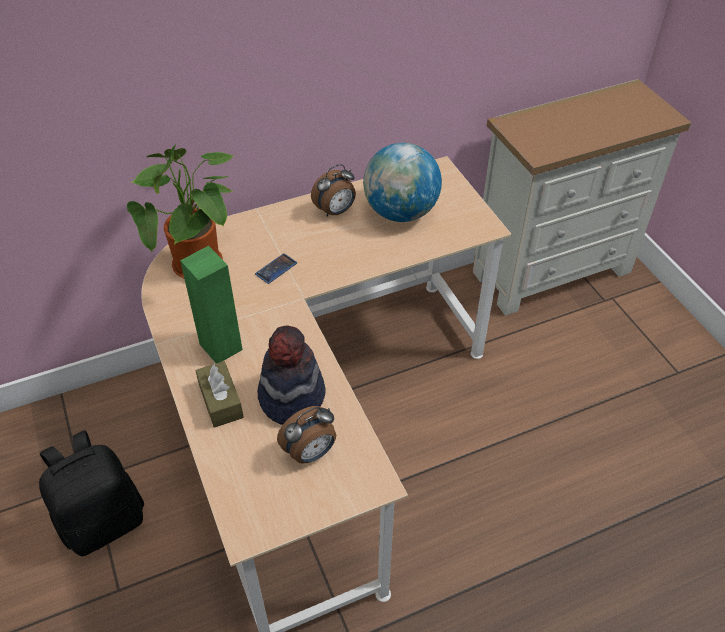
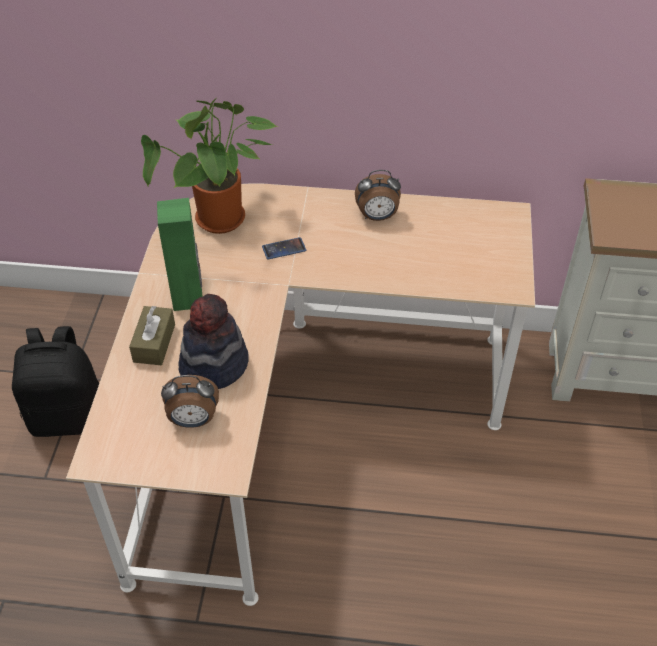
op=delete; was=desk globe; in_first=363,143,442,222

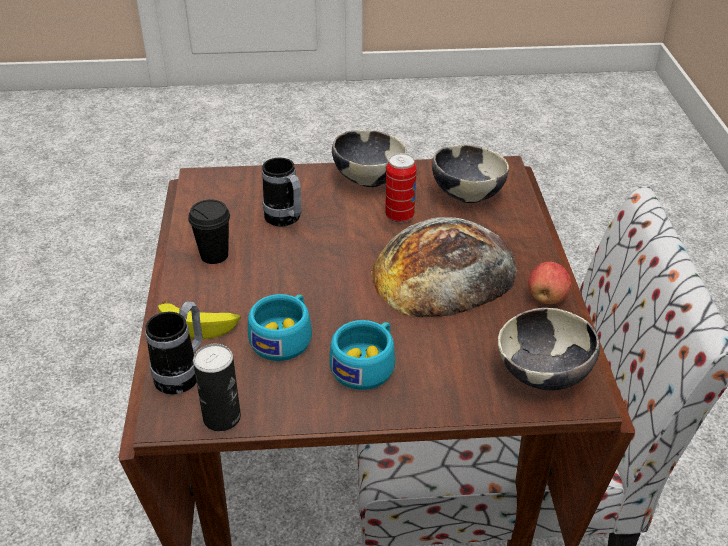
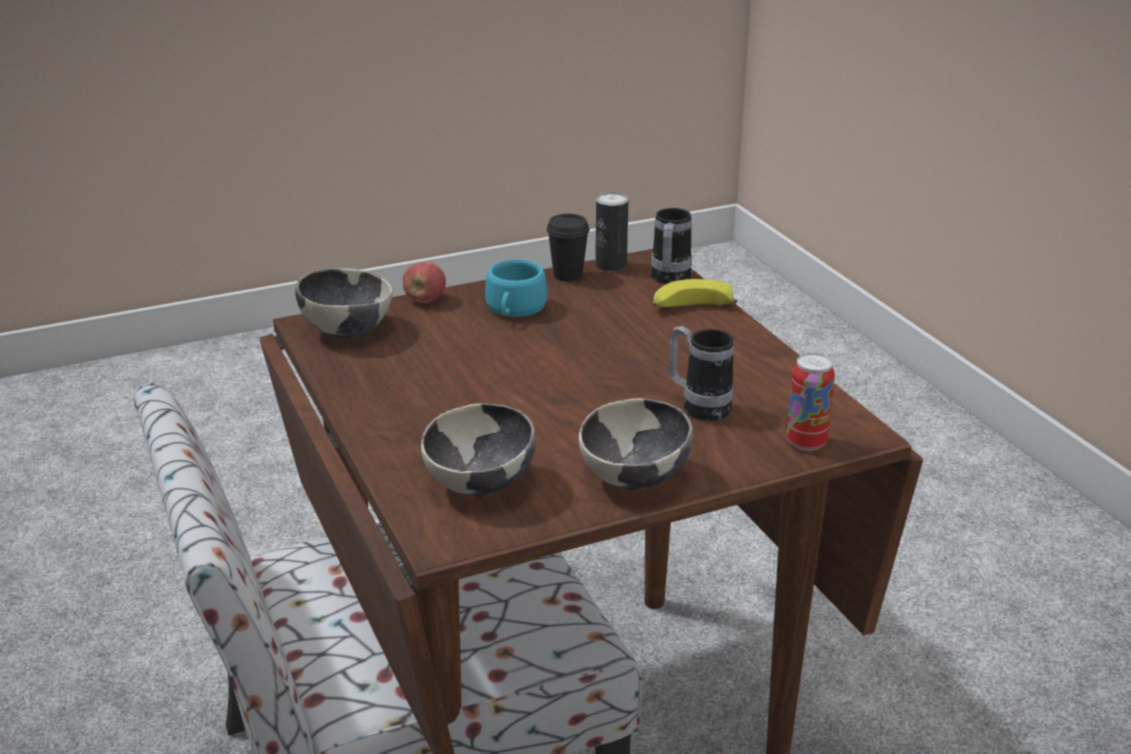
op=delete; was=cup in blue-green; in_first=248,294,312,361
op=delete; was=bread; in_first=370,217,517,317
op=move; was=cup in blackish; in_first=188,199,230,264; in_second=547,214,590,282
op=move; was=metal can; in_first=385,153,417,223; in_second=786,353,835,451
op=move; was=apple; in_first=528,262,572,304; in_second=403,262,446,303

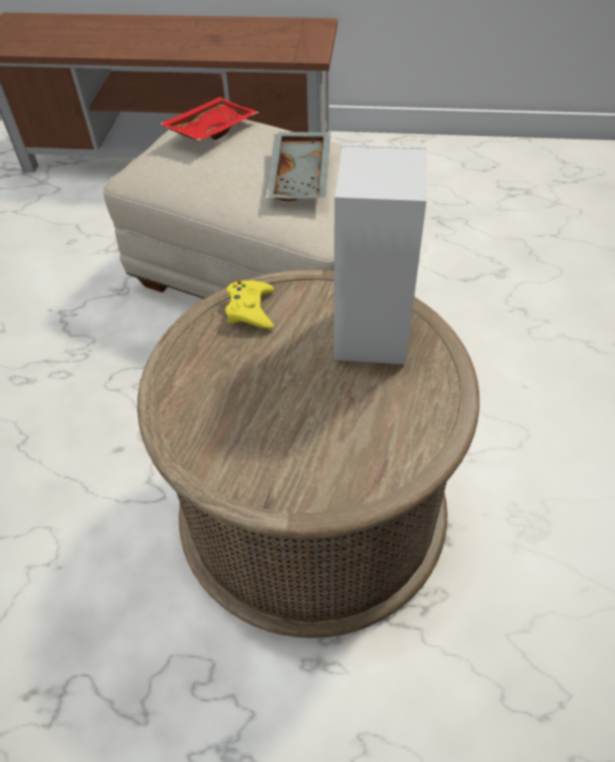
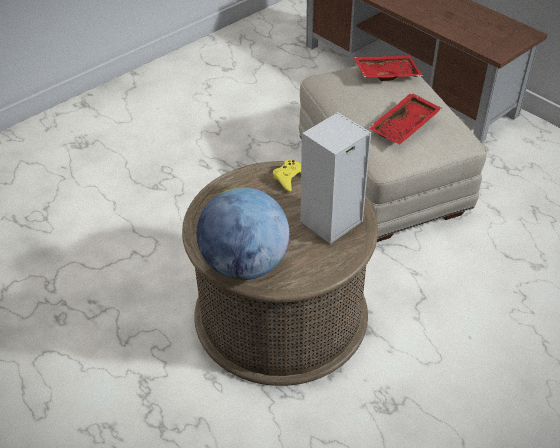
op=insert; now=desk globe; in_second=197,187,289,280
op=recolor; was=carrying tray in greyish; now=carrying tray in red-coloured; in_first=266,132,331,202; in_second=369,93,442,145

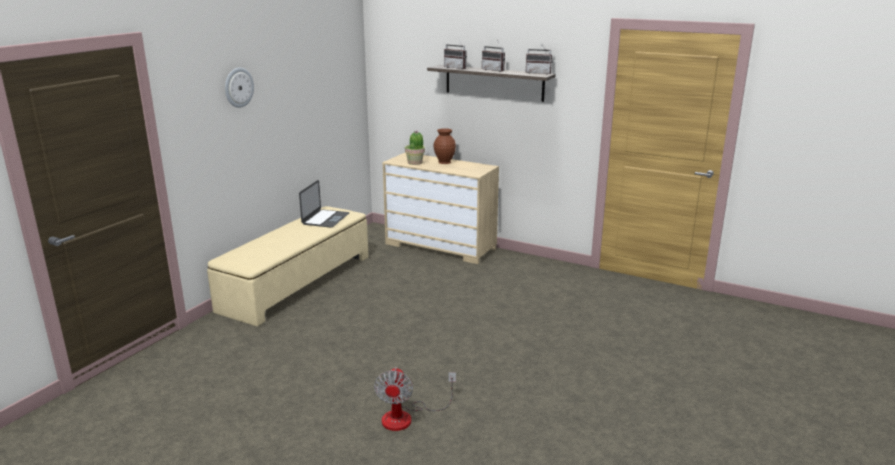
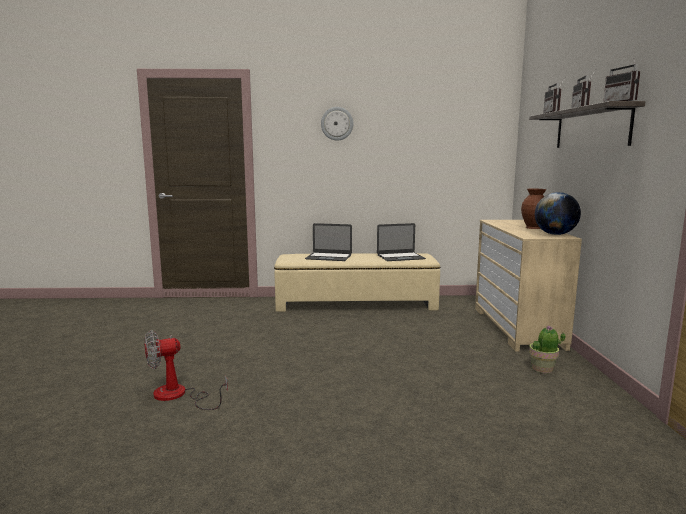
op=insert; now=laptop; in_second=305,223,352,261
op=insert; now=desk globe; in_second=535,192,581,235
op=move; was=potted plant; in_first=405,131,425,165; in_second=529,326,566,373

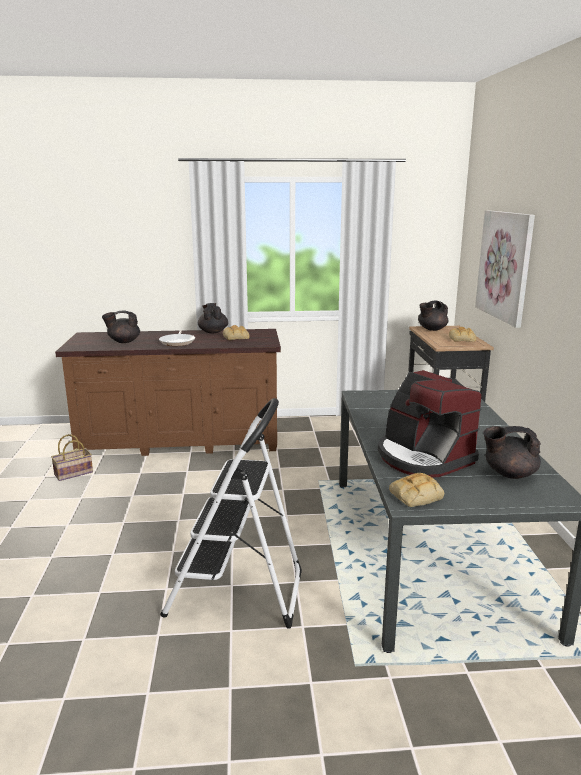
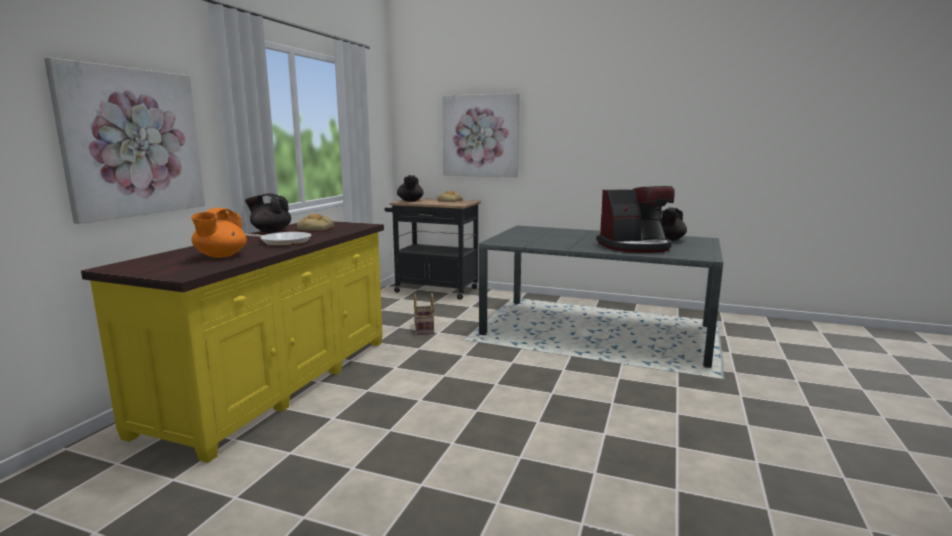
op=delete; was=step stool; in_first=160,398,302,629
op=delete; was=bread; in_first=389,473,444,507
op=insert; now=wall picture; in_second=44,57,205,224
op=move; was=household basket; in_first=51,434,93,481; in_second=414,293,434,335
op=recolor; was=cabinet in brown-coloured; now=cabinet in yellow; in_first=55,329,281,456; in_second=81,221,384,463
op=recolor; was=pot for tea in blackish; now=pot for tea in orange-coloured; in_first=102,311,140,343; in_second=191,208,247,258

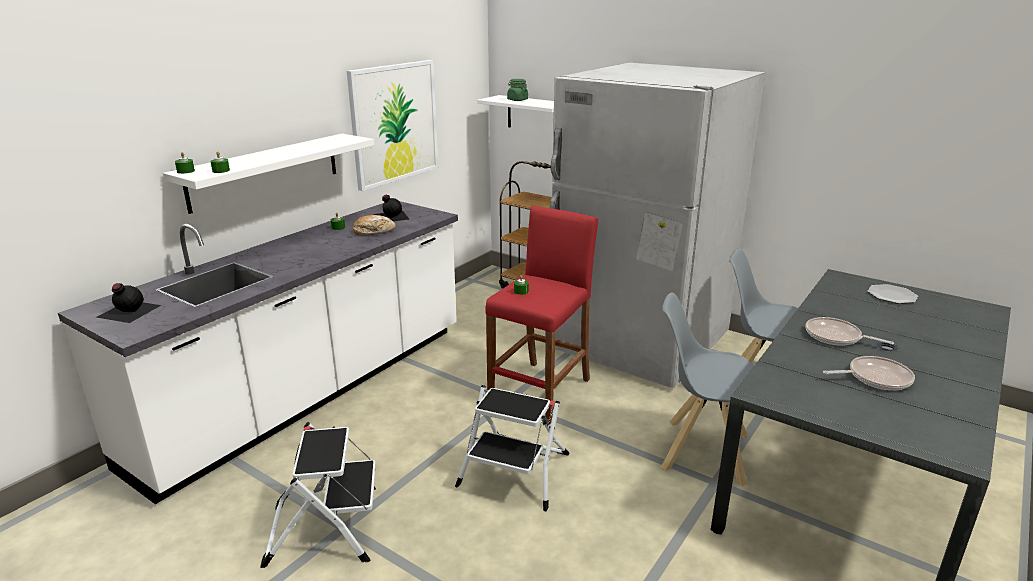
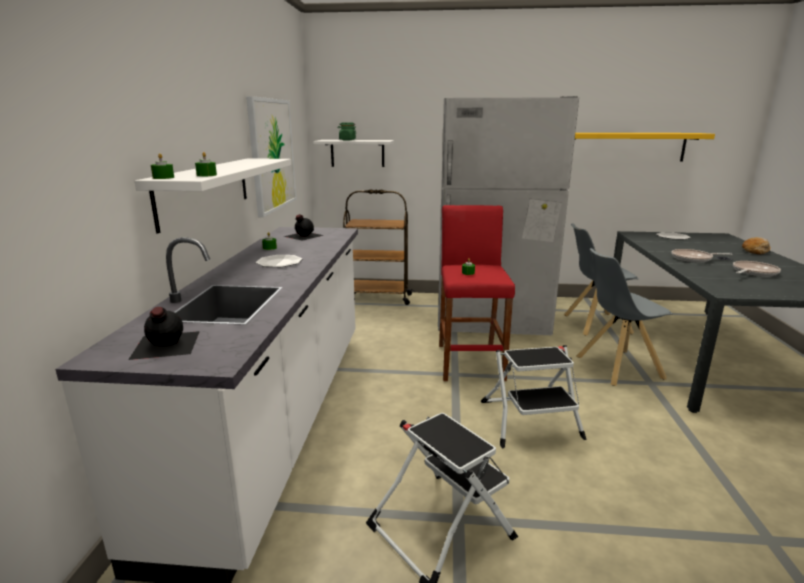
op=insert; now=flat dish; in_second=256,255,302,267
op=insert; now=bracket shelf in yellow; in_second=575,133,715,162
op=move; was=bread; in_first=353,215,396,236; in_second=742,237,771,254

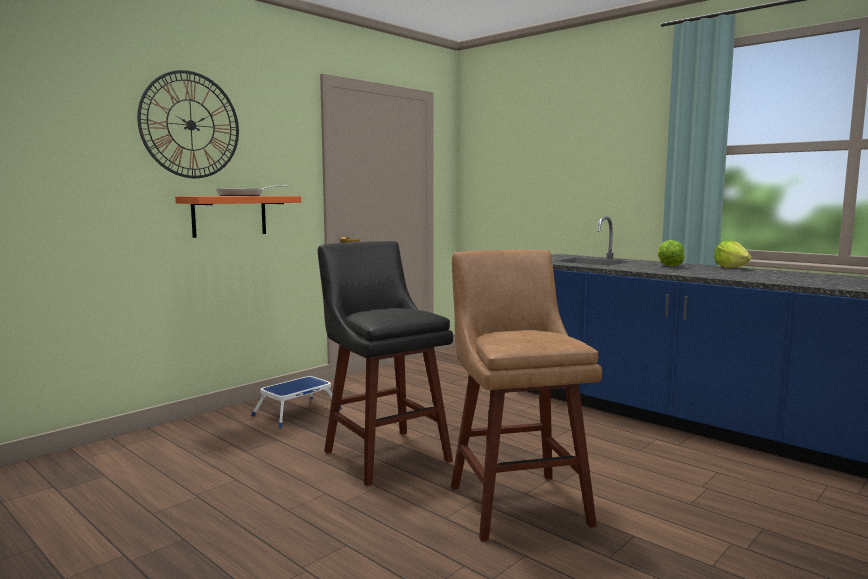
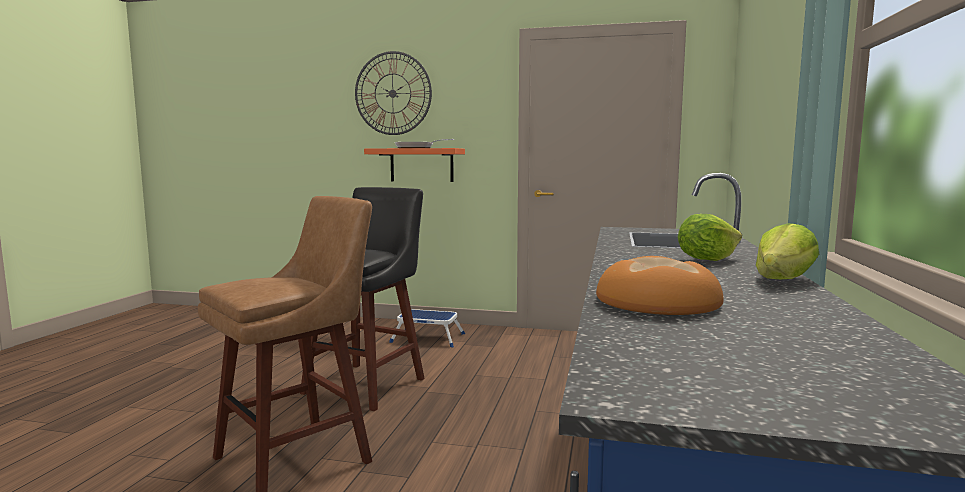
op=insert; now=bread; in_second=596,256,724,315

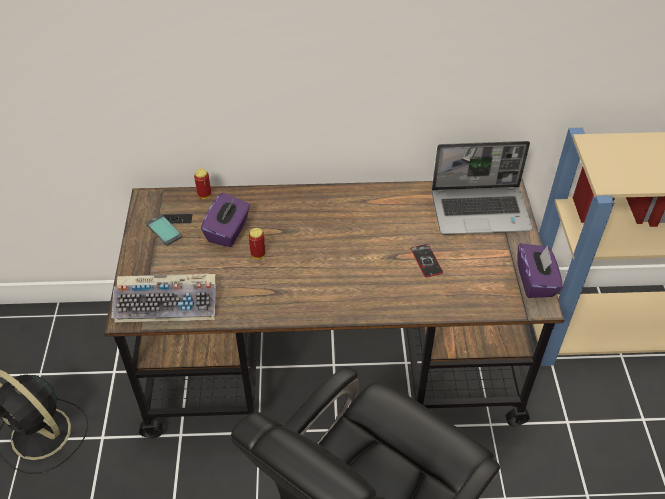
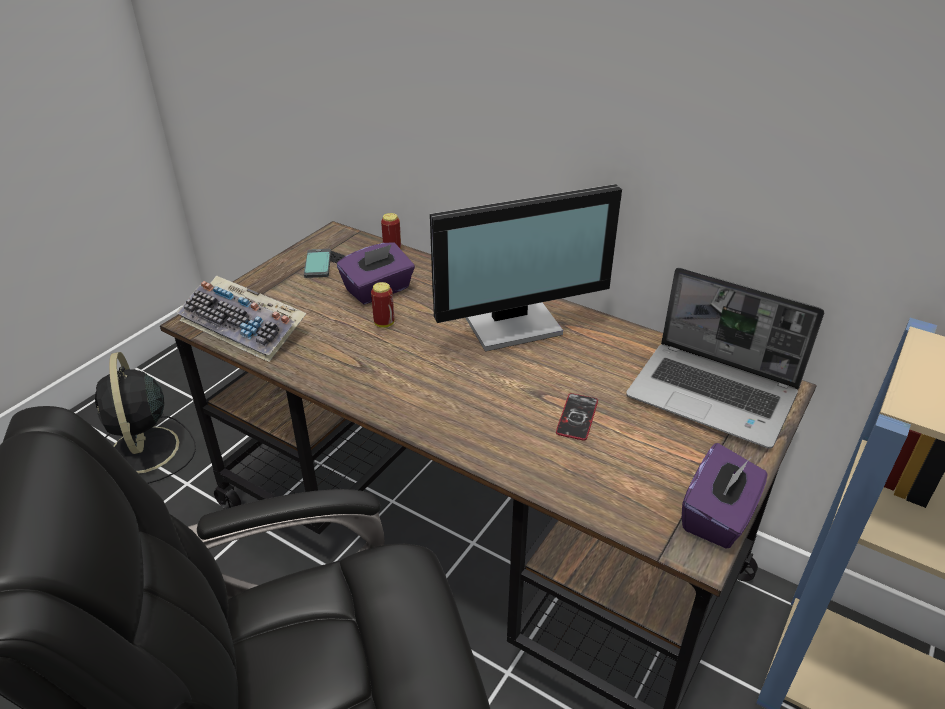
op=insert; now=computer screen; in_second=430,184,622,352

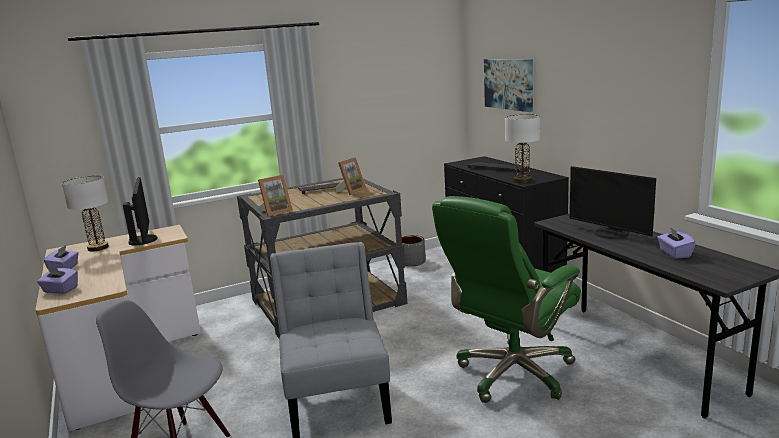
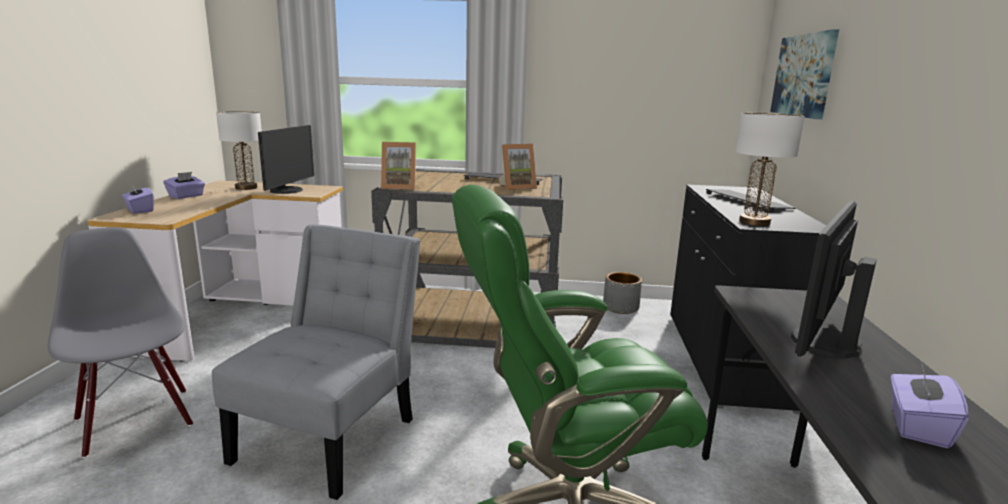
op=rotate; was=computer screen; in_first=570,166,656,239; in_second=791,201,877,359; clockwise=45

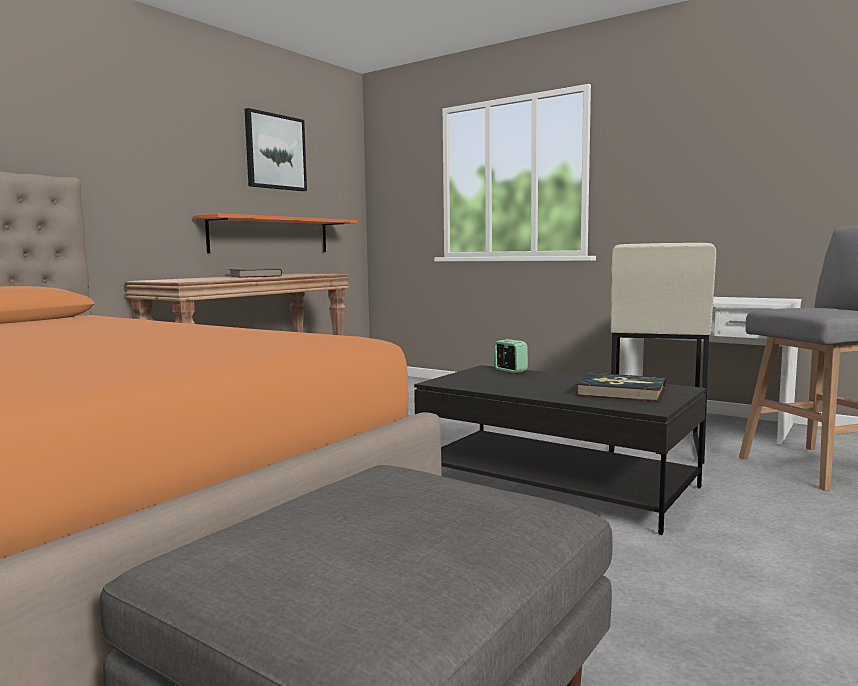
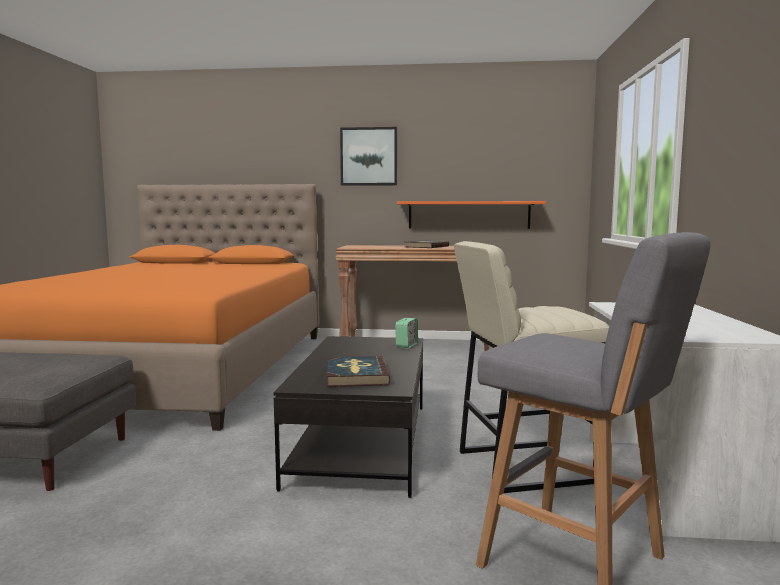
op=move; was=wall picture; in_first=245,108,307,191; in_second=340,127,397,186

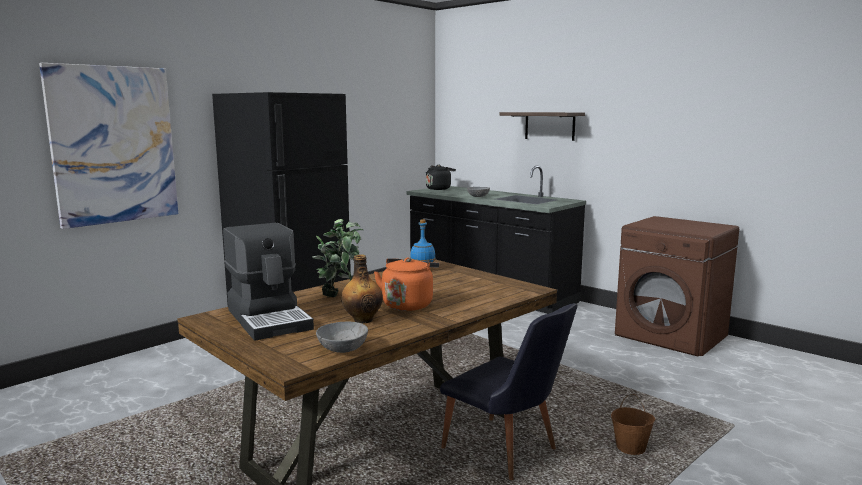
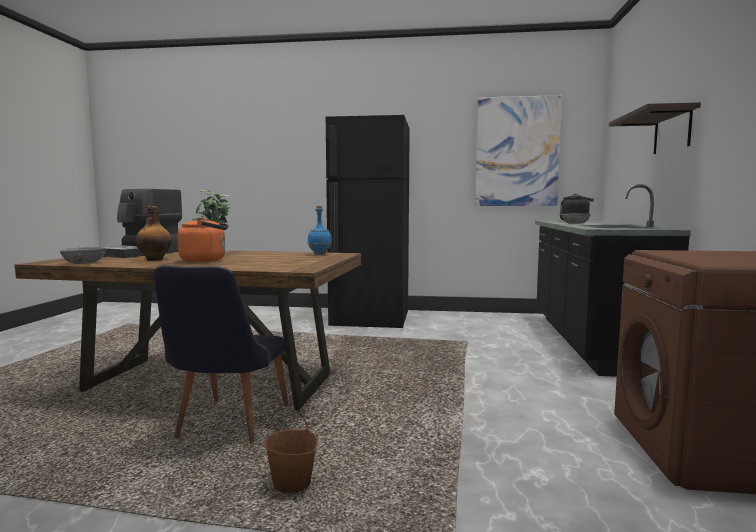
op=move; was=wall picture; in_first=39,63,178,229; in_second=475,95,562,206

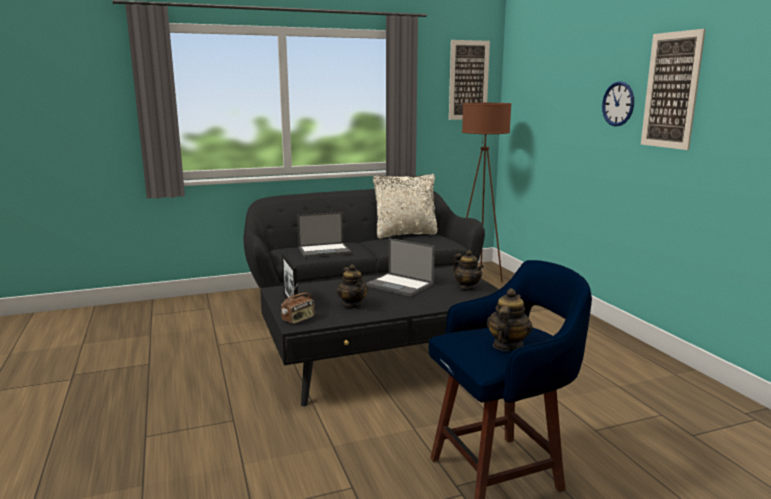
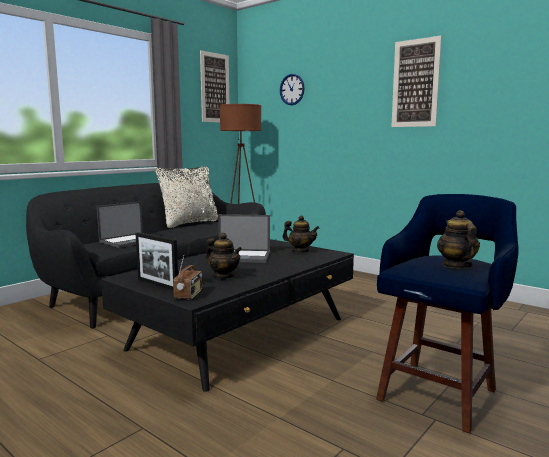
op=move; was=wall clock; in_first=602,81,634,126; in_second=280,74,305,105

